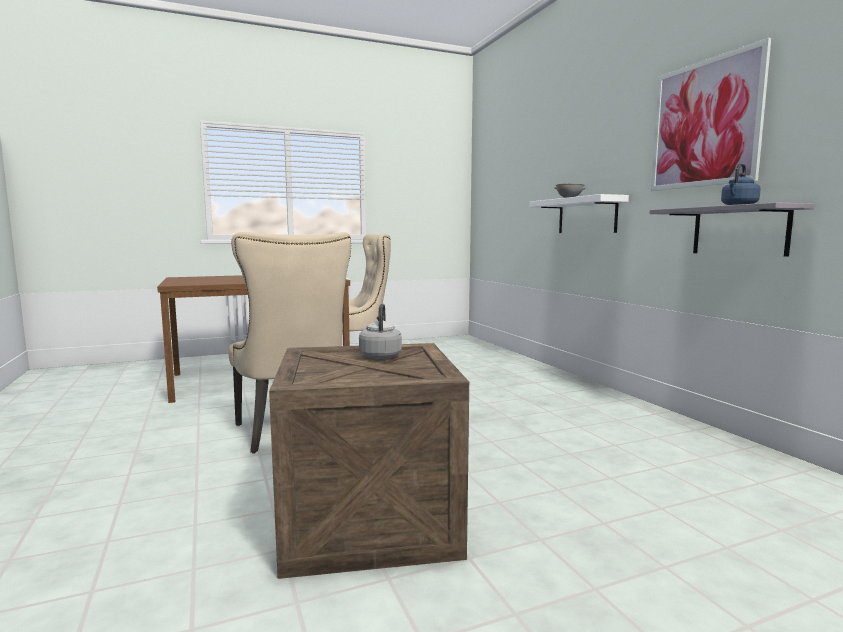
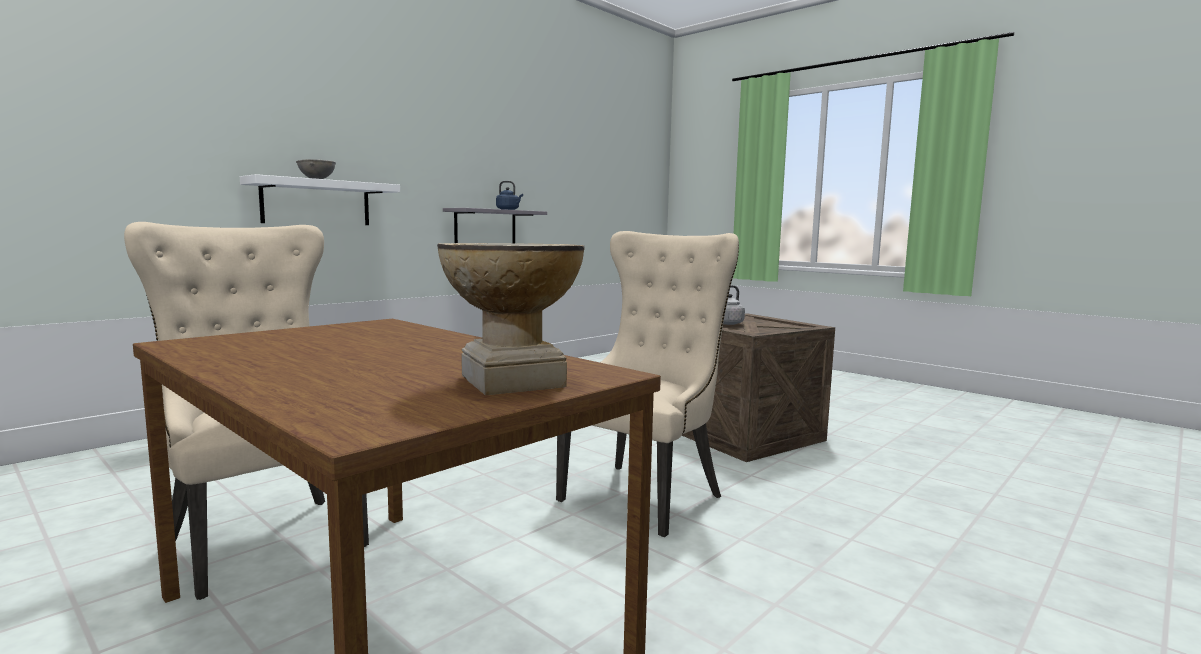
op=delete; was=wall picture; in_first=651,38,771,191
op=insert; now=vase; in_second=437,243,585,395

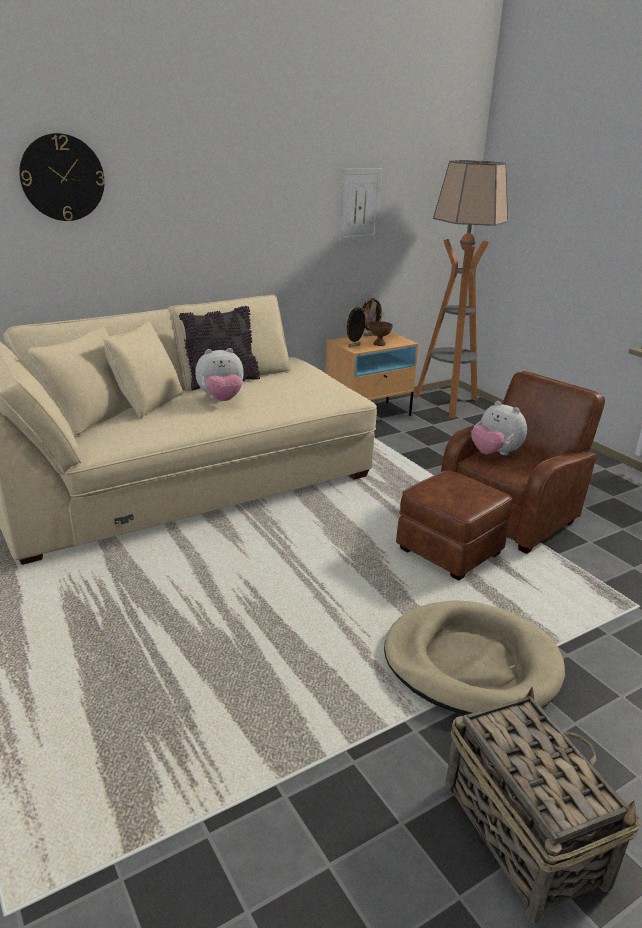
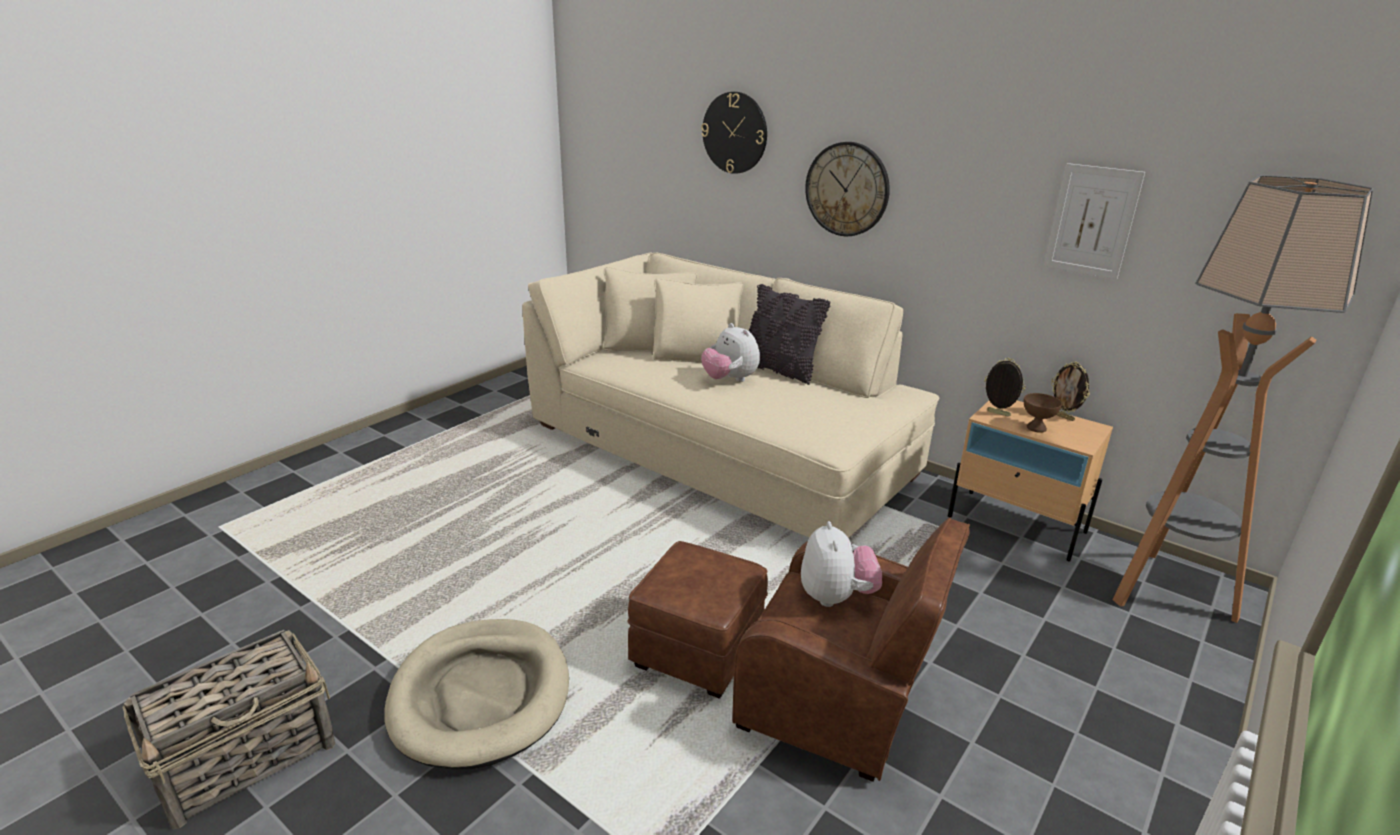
op=insert; now=wall clock; in_second=805,142,890,236
op=rotate; was=cuddly toy; in_first=471,401,527,455; in_second=801,521,882,607; clockwise=150

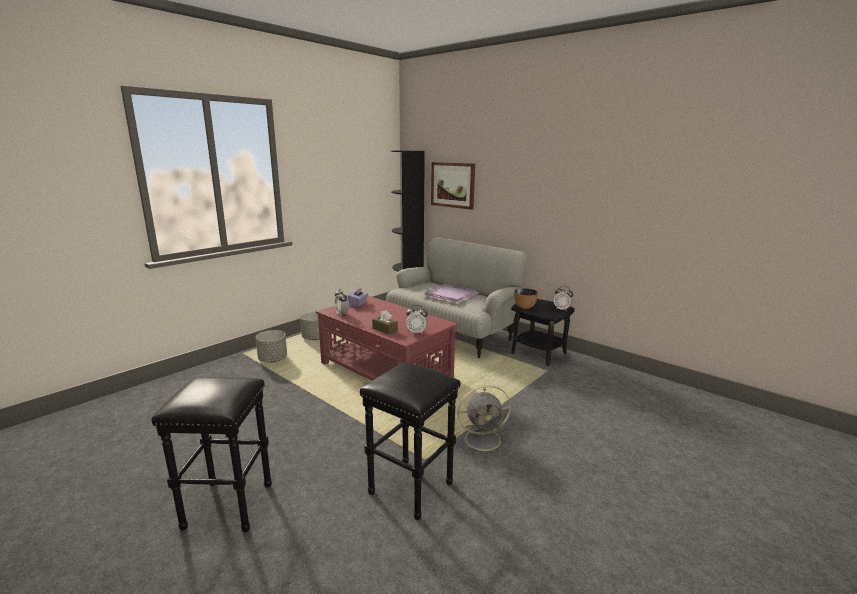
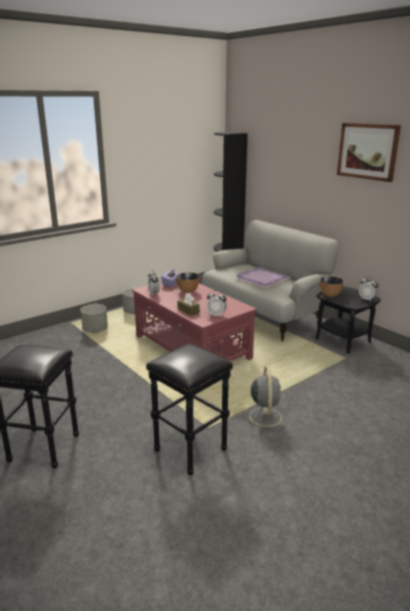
op=insert; now=deep dish; in_second=176,272,200,293
op=move; was=wall picture; in_first=431,162,475,210; in_second=337,123,401,182
op=rotate; was=cooling fan in greyish; in_first=455,385,511,456; in_second=241,366,289,433; clockwise=-90

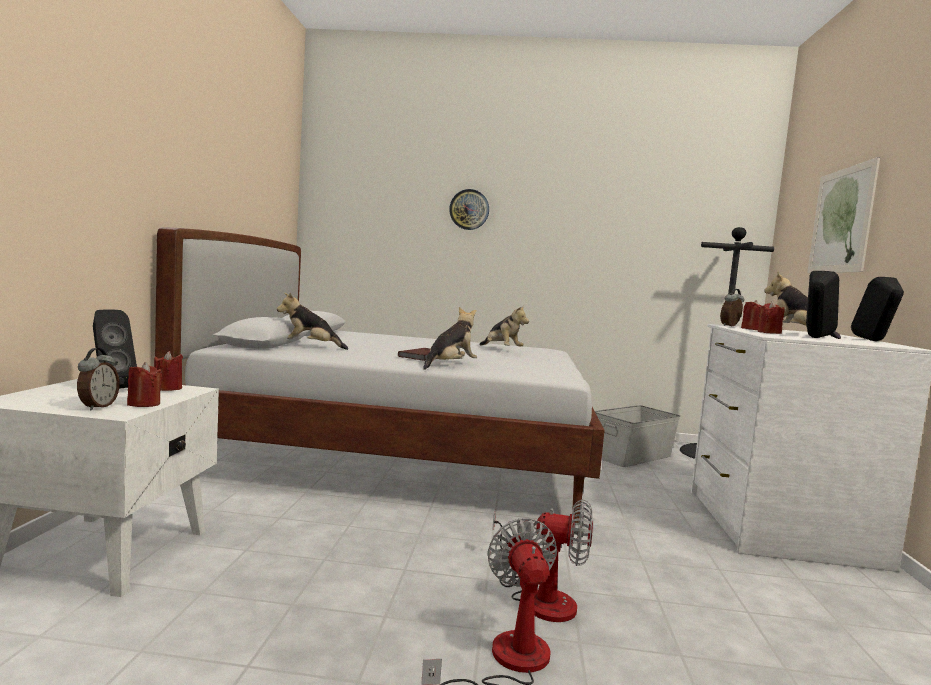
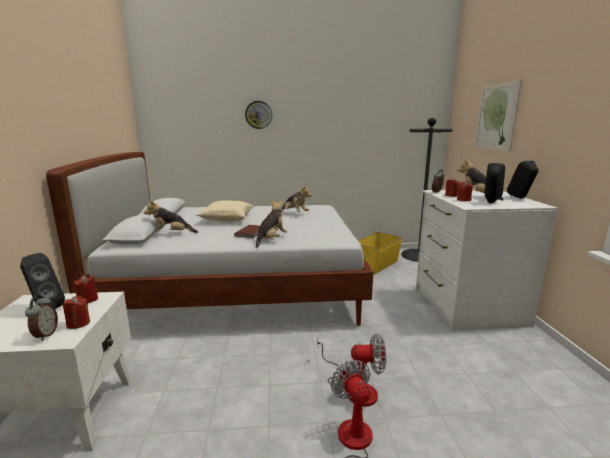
op=insert; now=cushion in beige; in_second=196,200,254,221
op=recolor; was=storage container in greyish; now=storage container in yellow; in_first=595,405,680,467; in_second=358,232,402,275

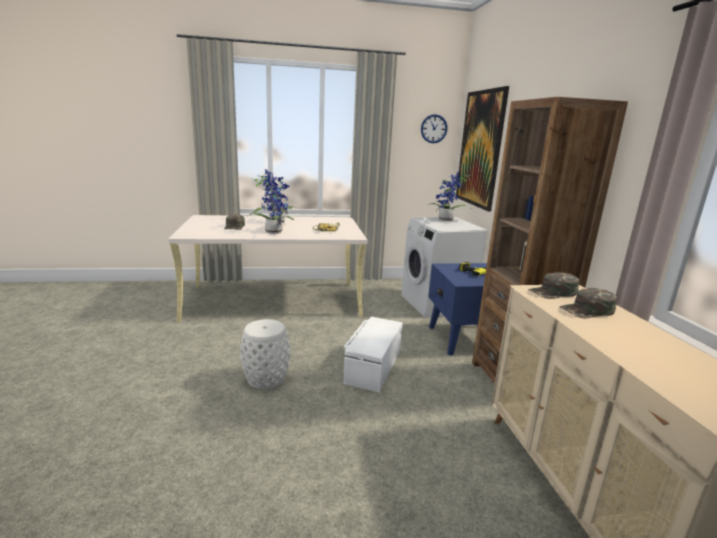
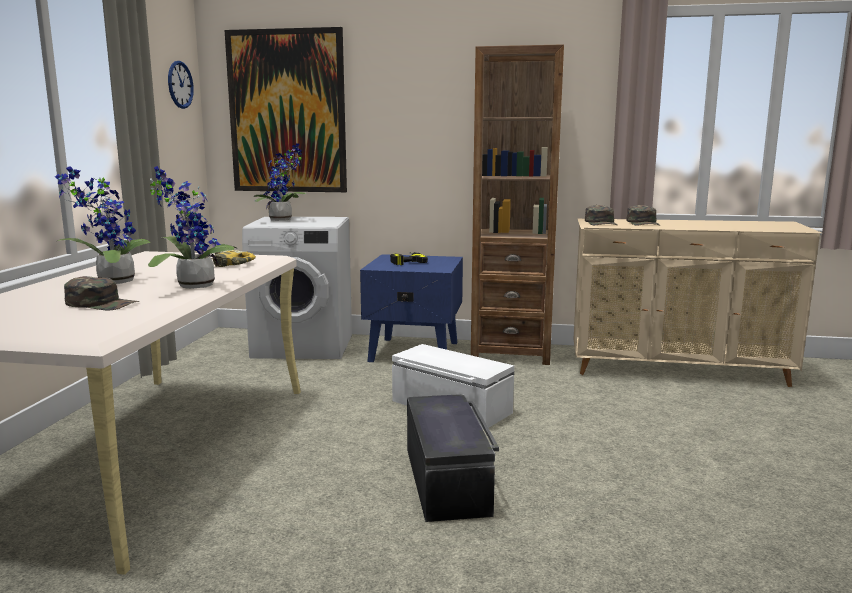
op=replace; was=stool seat in white; now=storage container in blackish; in_first=240,319,290,389; in_second=407,394,499,522

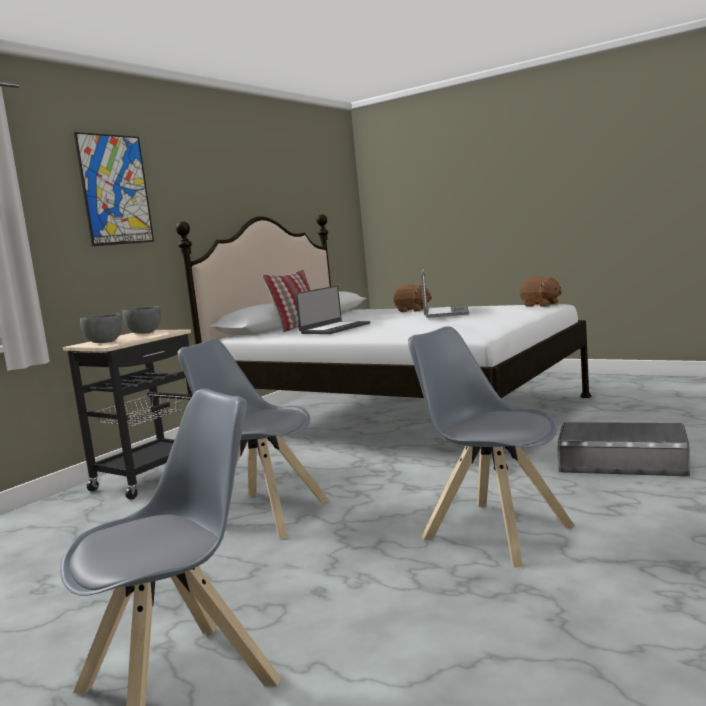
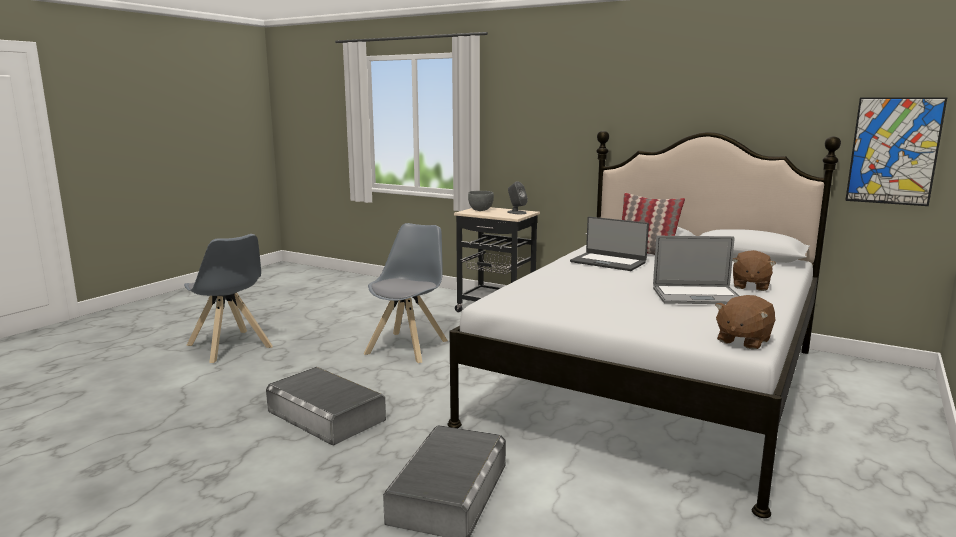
op=move; was=wall picture; in_first=74,132,154,246; in_second=845,98,947,206
op=replace; was=deep dish in greyish; now=speaker in greyish; in_first=122,306,161,334; in_second=507,181,528,214
op=replace; was=chair in greyish; now=storage container in greyish; in_first=408,326,575,568; in_second=266,367,386,445

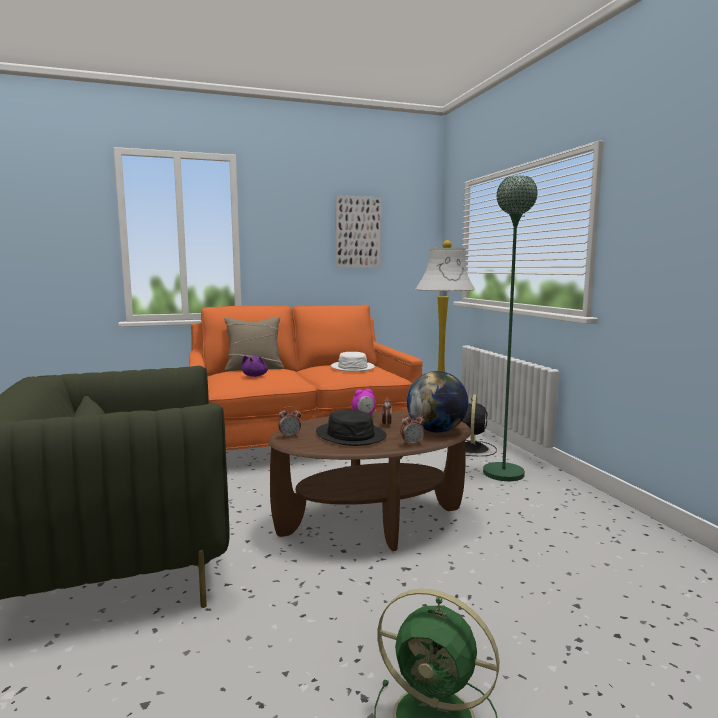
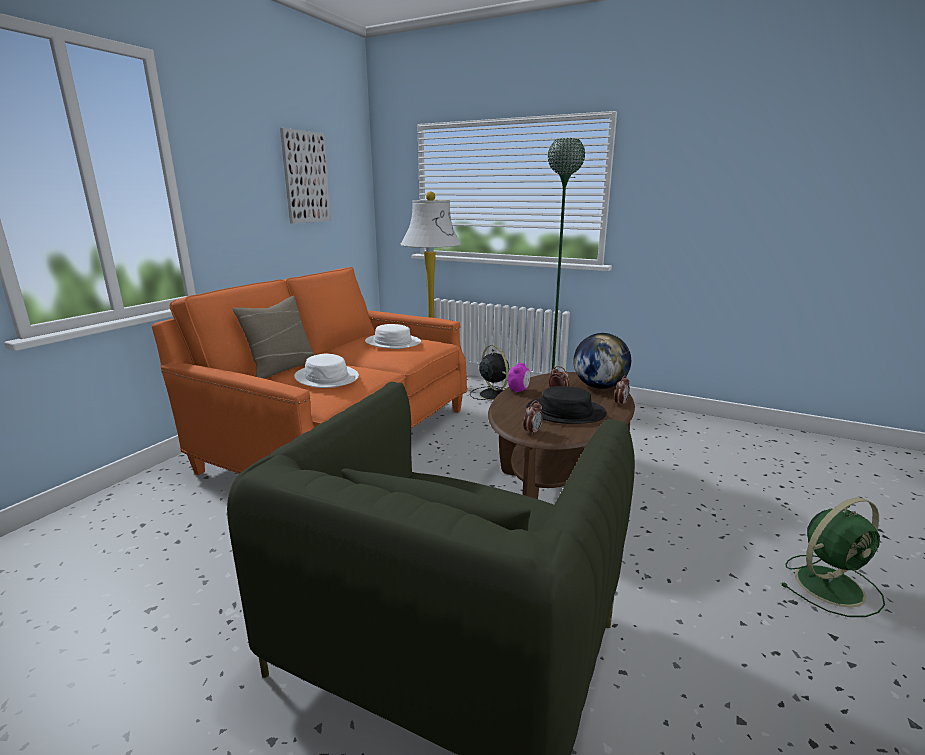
op=replace; was=cuddly toy in purple; now=hat in white; in_first=242,355,268,377; in_second=294,354,359,388

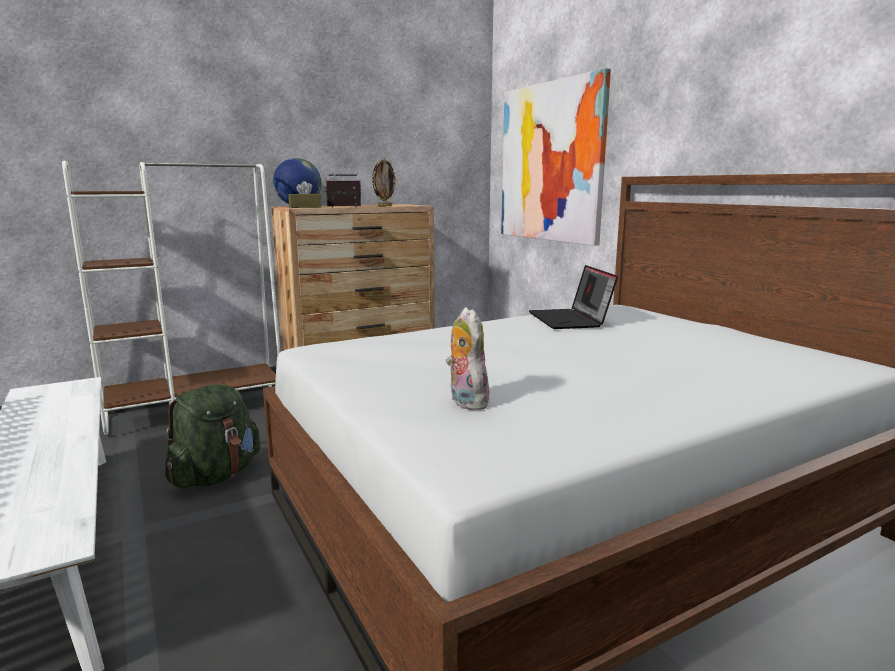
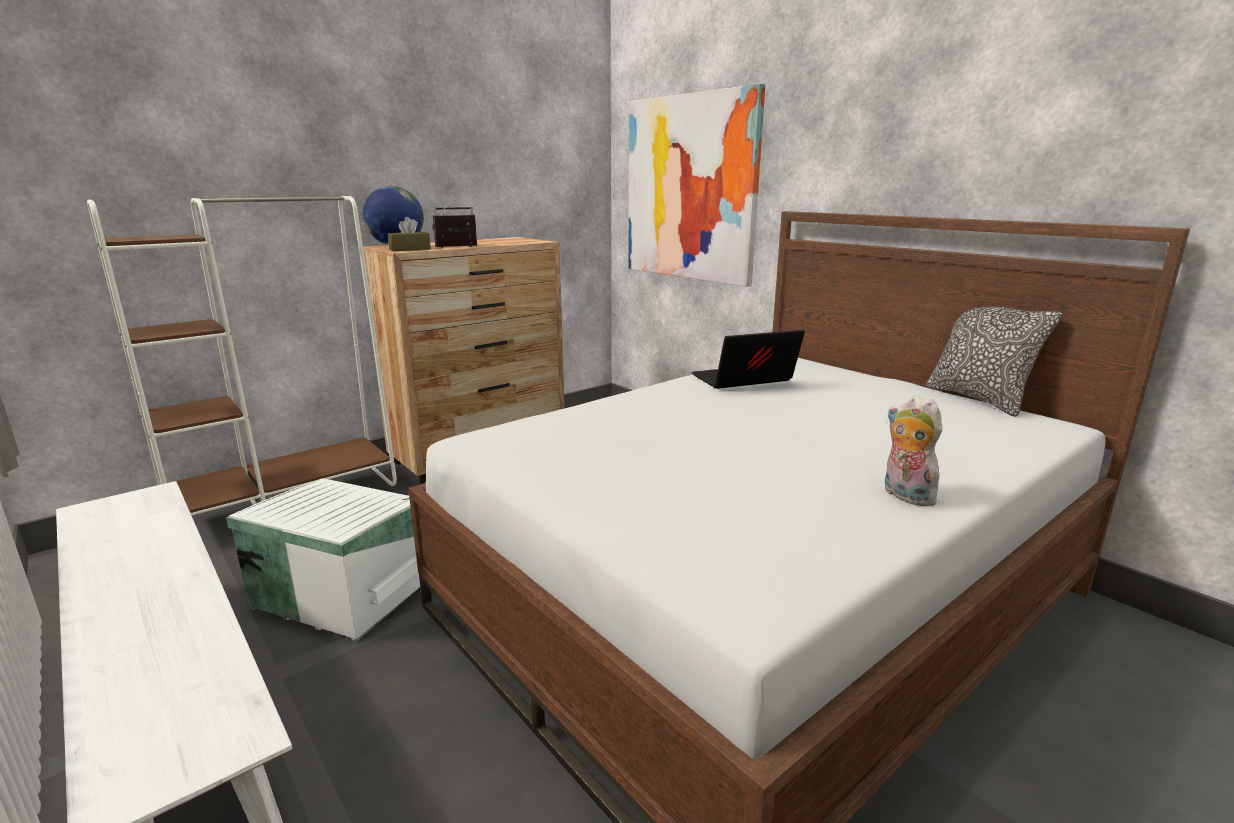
op=delete; was=standing frame; in_first=372,158,397,207
op=insert; now=cushion; in_second=926,307,1062,417
op=move; was=cuddly toy; in_first=446,307,491,410; in_second=885,395,943,506
op=replace; was=knapsack in green; now=storage container in white; in_first=165,384,261,488; in_second=226,478,420,642
op=rotate; was=laptop; in_first=529,265,618,329; in_second=692,330,805,389; clockwise=90

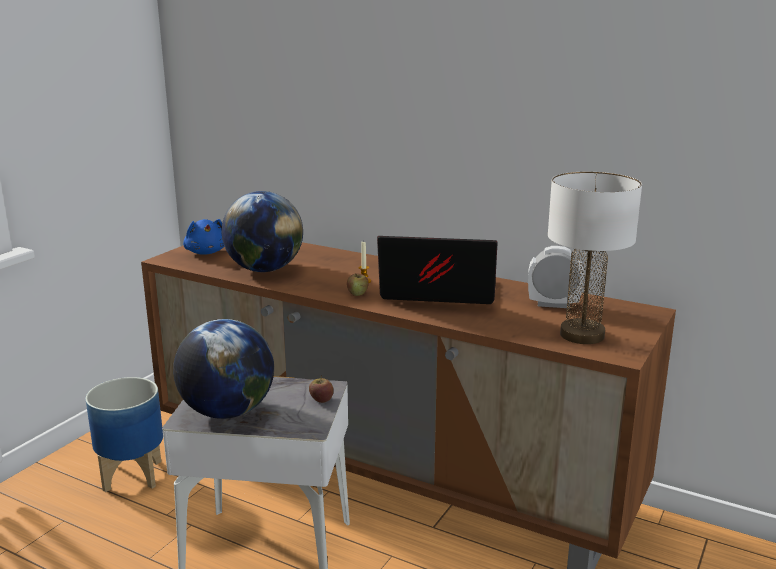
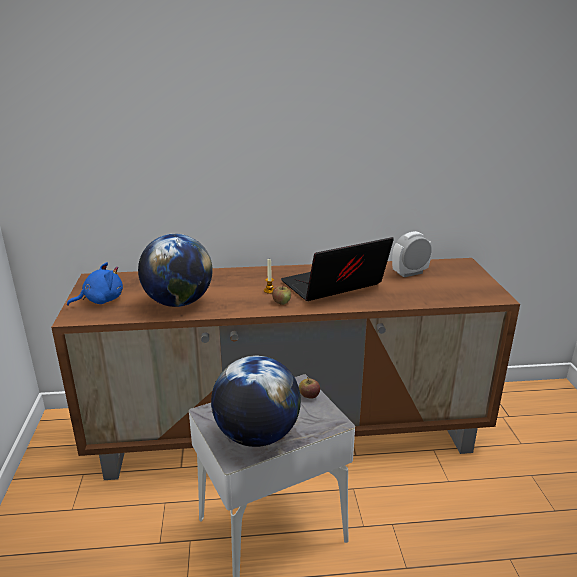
op=delete; was=flower pot; in_first=85,377,163,492
op=delete; was=table lamp; in_first=548,172,642,344
op=rotate; was=cuddly toy in blue; in_first=183,219,225,255; in_second=67,262,123,306; clockwise=-60

